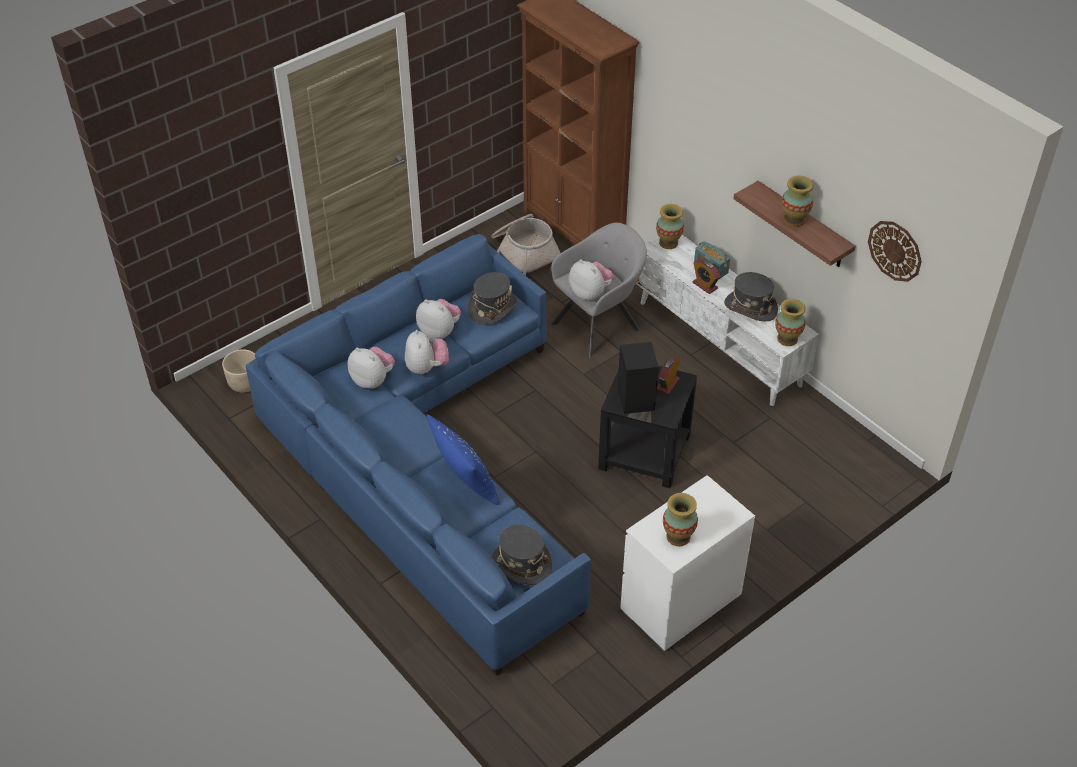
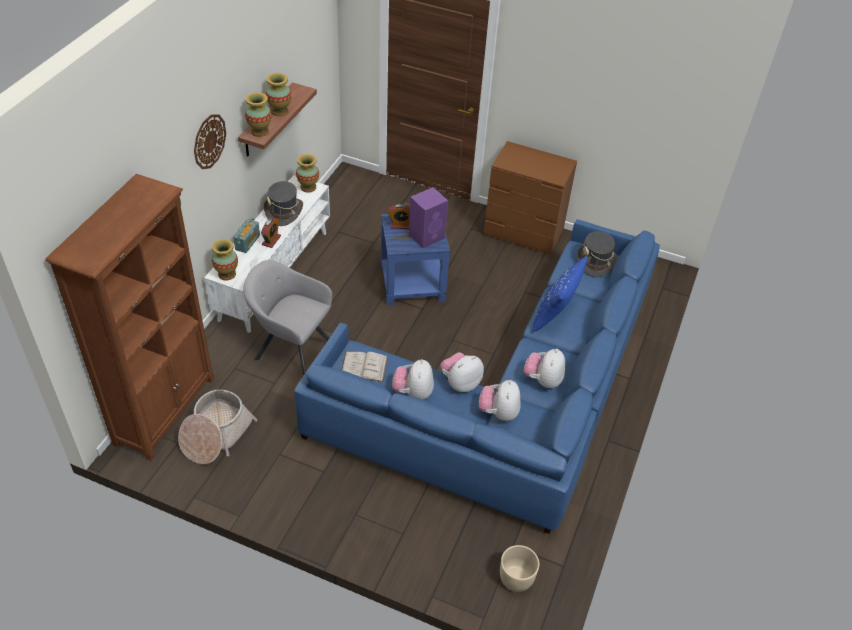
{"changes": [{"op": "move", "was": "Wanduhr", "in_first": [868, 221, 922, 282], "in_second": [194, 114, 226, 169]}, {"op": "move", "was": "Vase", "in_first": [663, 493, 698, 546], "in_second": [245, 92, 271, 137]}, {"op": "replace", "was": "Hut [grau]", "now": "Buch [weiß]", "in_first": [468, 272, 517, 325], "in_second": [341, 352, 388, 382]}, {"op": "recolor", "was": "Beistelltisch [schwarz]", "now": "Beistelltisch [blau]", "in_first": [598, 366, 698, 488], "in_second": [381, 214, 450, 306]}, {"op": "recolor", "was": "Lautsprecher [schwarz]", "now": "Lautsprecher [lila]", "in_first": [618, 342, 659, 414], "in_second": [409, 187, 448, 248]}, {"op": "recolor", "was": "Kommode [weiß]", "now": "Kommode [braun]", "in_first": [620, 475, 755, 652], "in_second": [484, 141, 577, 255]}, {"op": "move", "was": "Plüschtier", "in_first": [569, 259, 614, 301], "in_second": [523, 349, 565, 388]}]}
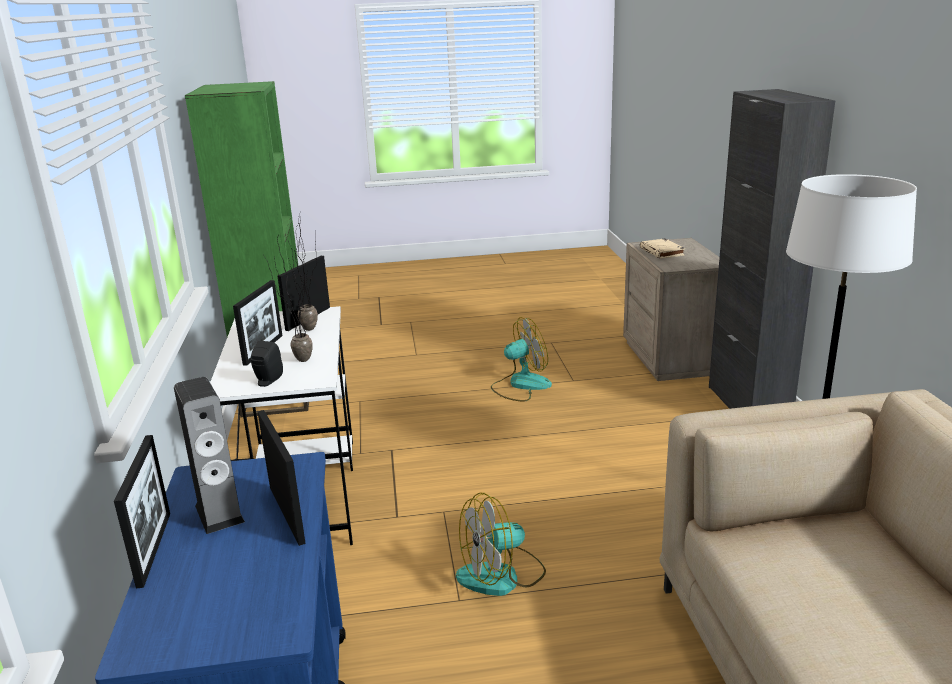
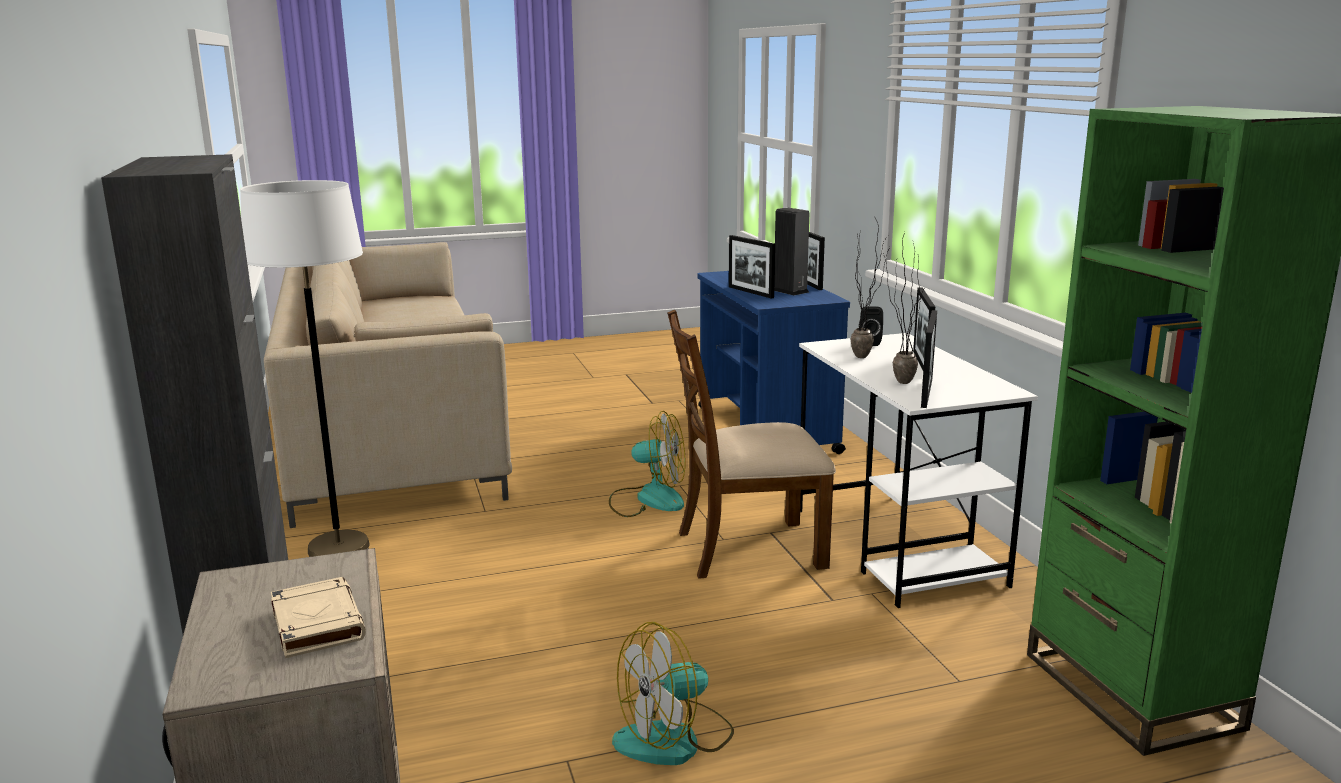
{"changes": [{"op": "rotate", "was": "Ventilator", "in_first": [456, 492, 546, 596], "in_second": [609, 411, 685, 517], "clockwise": 45}, {"op": "insert", "now": "Stuhl [braun]", "in_second": [667, 310, 836, 579]}]}
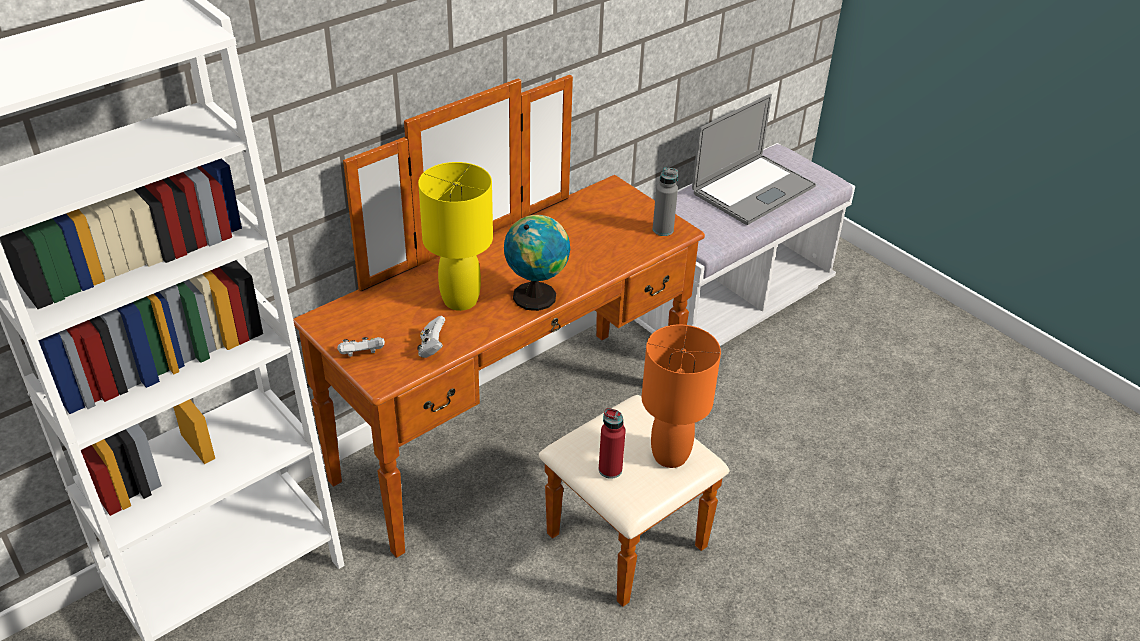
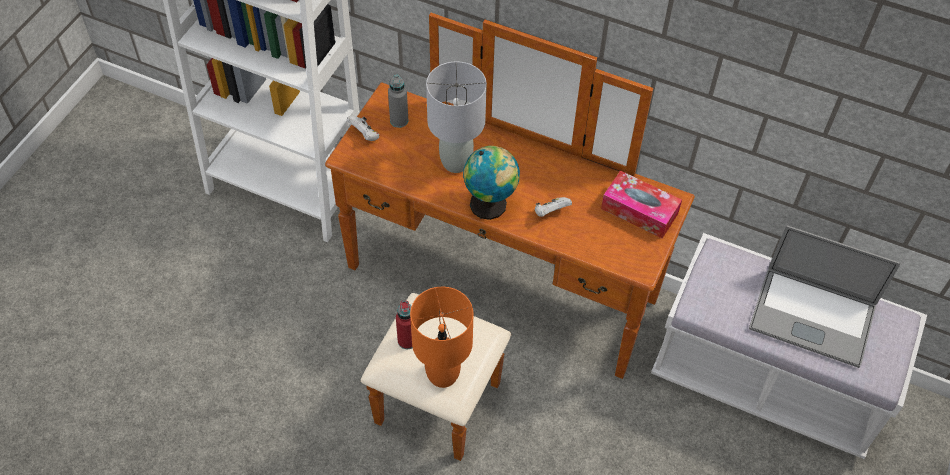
{"changes": [{"op": "move", "was": "Flasche [grau]", "in_first": [653, 168, 678, 236], "in_second": [388, 75, 408, 128]}, {"op": "recolor", "was": "Tischlampe [gelb]", "now": "Tischlampe [grau]", "in_first": [418, 162, 493, 311], "in_second": [426, 61, 487, 173]}, {"op": "move", "was": "Gamepad [weiß]", "in_first": [417, 316, 445, 358], "in_second": [535, 197, 572, 217]}, {"op": "insert", "now": "Taschentuchbox", "in_second": [601, 170, 682, 239]}]}
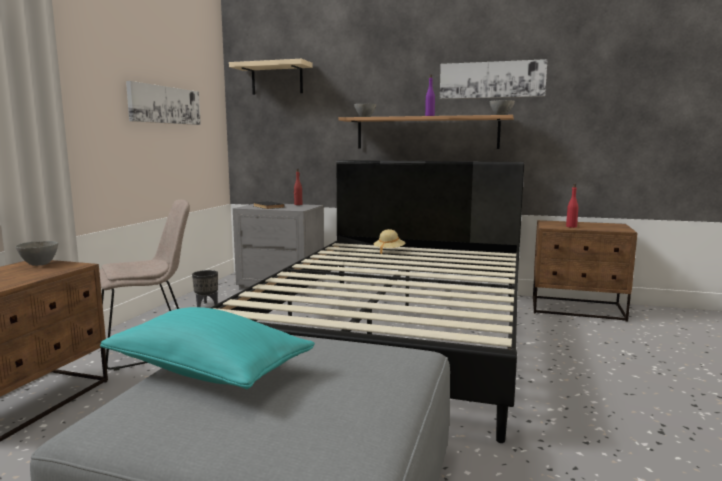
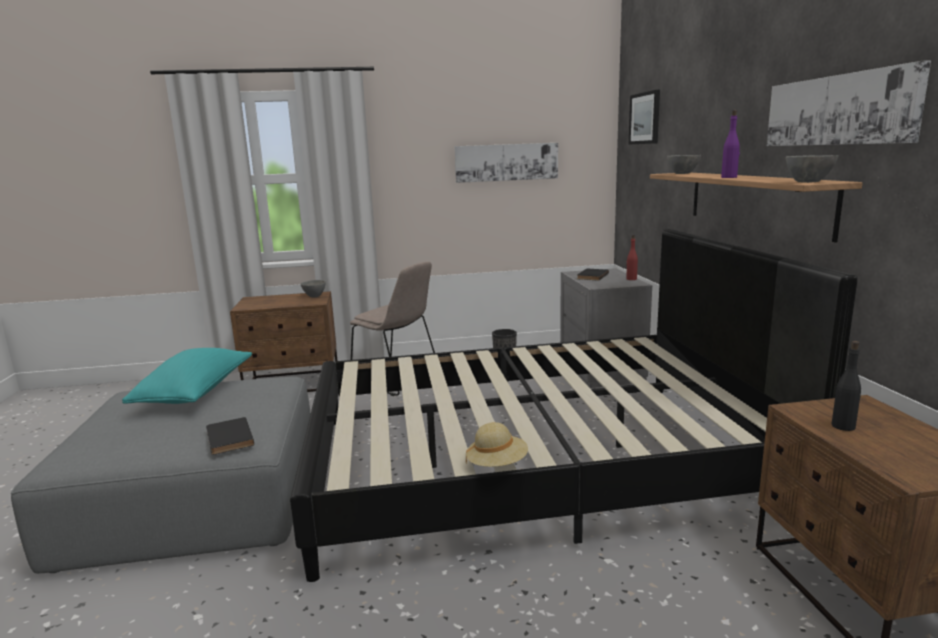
{"changes": [{"op": "insert", "now": "Buch [schwarz]", "in_second": [206, 417, 254, 455]}, {"op": "move", "was": "Hut [beige]", "in_first": [373, 229, 405, 254], "in_second": [466, 422, 528, 467]}, {"op": "replace", "was": "Wandregal [beige]", "now": "Bild", "in_first": [229, 59, 312, 95], "in_second": [629, 90, 660, 144]}, {"op": "recolor", "was": "Flasche [rot]", "now": "Flasche [schwarz]", "in_first": [566, 183, 578, 228], "in_second": [832, 341, 861, 431]}]}
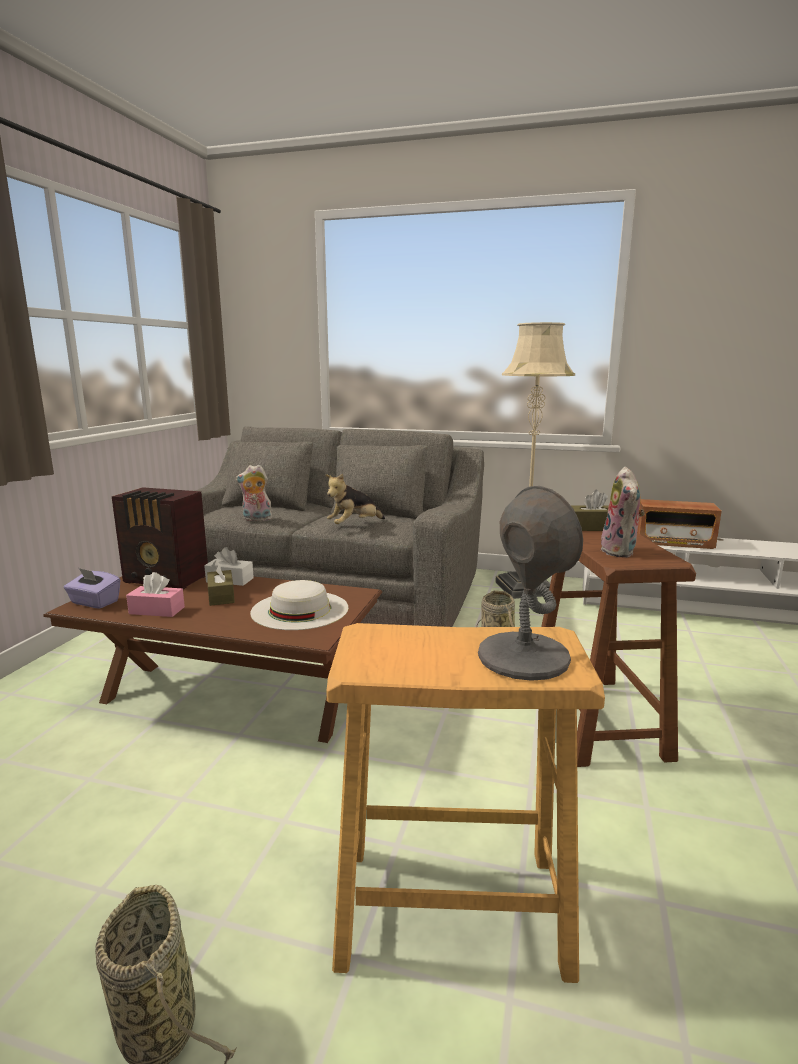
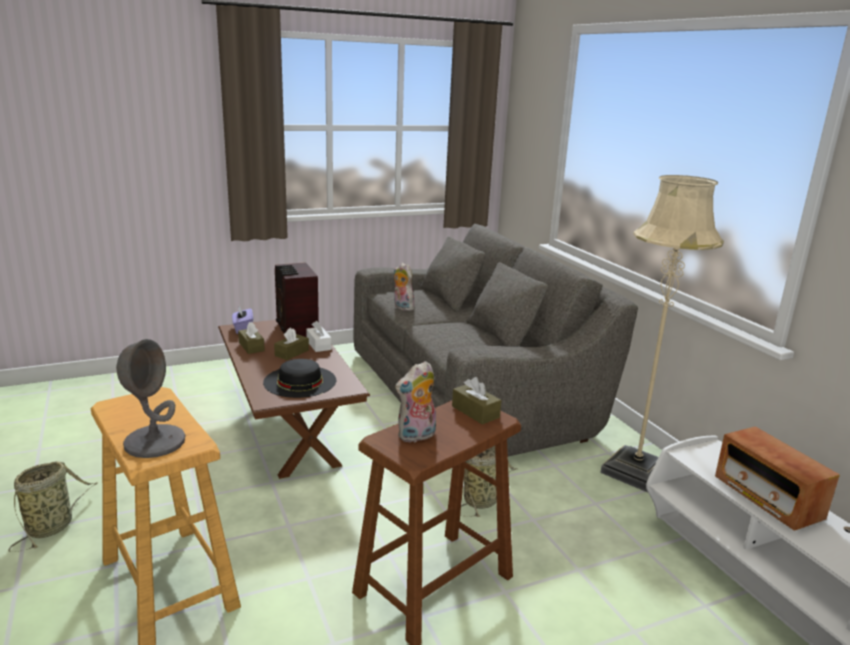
{"changes": [{"op": "recolor", "was": "Taschentuchbox [rosa]", "now": "Taschentuchbox [braun]", "in_first": [126, 572, 185, 617], "in_second": [238, 322, 265, 354]}, {"op": "recolor", "was": "Hut [weiß]", "now": "Hut [schwarz]", "in_first": [250, 580, 349, 630], "in_second": [263, 359, 336, 398]}, {"op": "delete", "was": "Plüschtier", "in_first": [326, 473, 385, 524]}]}
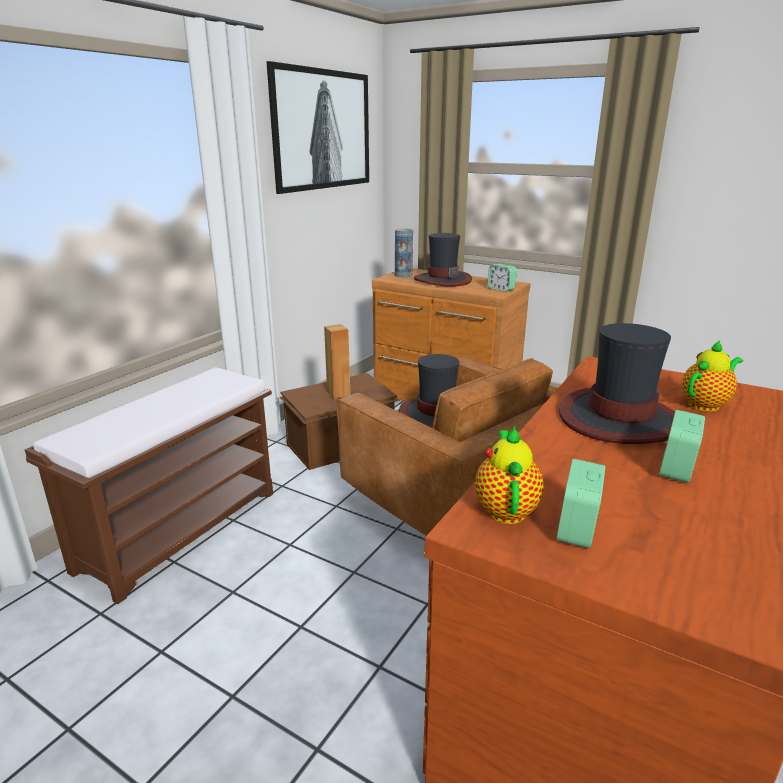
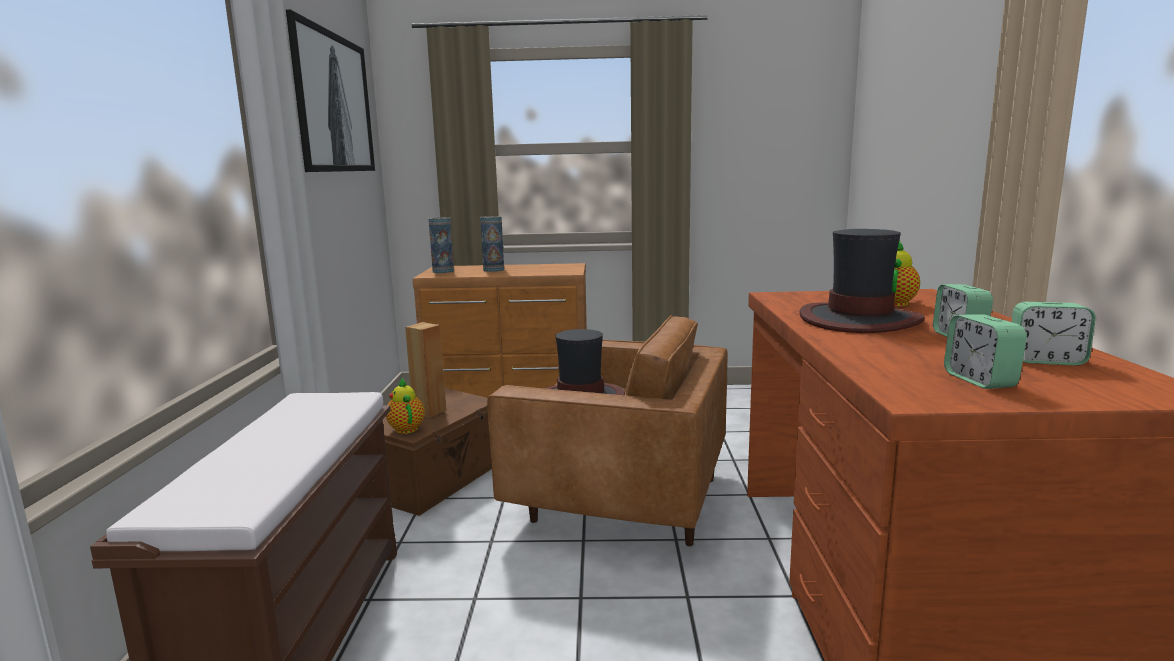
{"changes": [{"op": "move", "was": "Teekanne", "in_first": [475, 425, 544, 524], "in_second": [386, 378, 425, 434]}, {"op": "replace", "was": "Hut", "now": "Vase", "in_first": [414, 233, 472, 287], "in_second": [480, 216, 504, 272]}, {"op": "move", "was": "Wecker", "in_first": [487, 264, 517, 292], "in_second": [1012, 302, 1096, 365]}]}
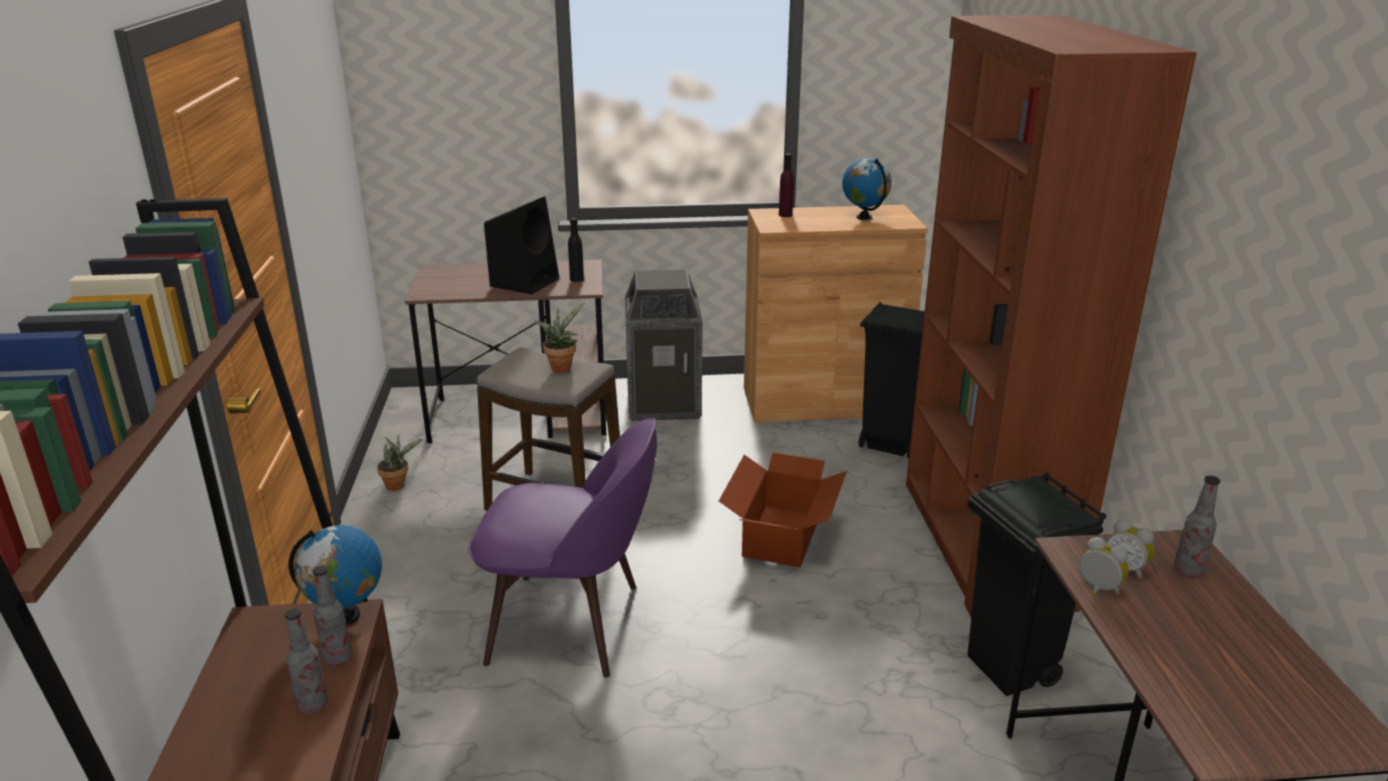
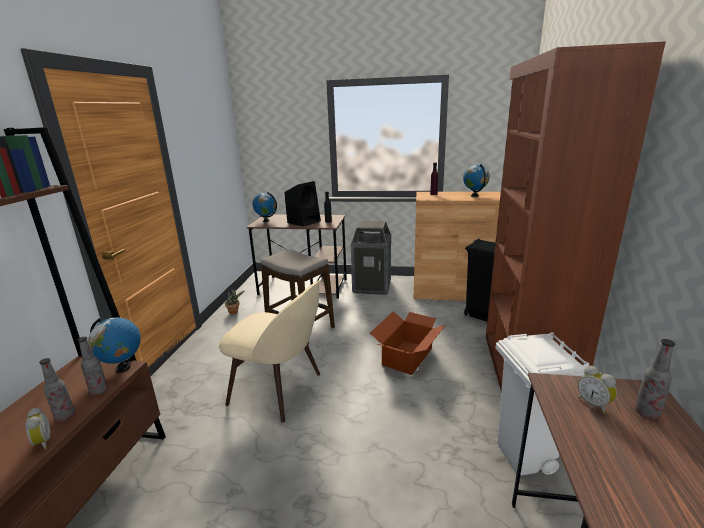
{"changes": [{"op": "move", "was": "Wecker", "in_first": [1080, 537, 1129, 595], "in_second": [25, 408, 50, 449]}, {"op": "recolor", "was": "Stuhl [lila]", "now": "Stuhl [beige]", "in_first": [468, 418, 657, 678], "in_second": [218, 281, 320, 423]}, {"op": "insert", "now": "Globus", "in_second": [252, 192, 277, 222]}, {"op": "recolor", "was": "Mülleimer [schwarz]", "now": "Mülleimer [weiß]", "in_first": [968, 472, 1106, 696], "in_second": [496, 332, 589, 476]}, {"op": "delete", "was": "Topfpflanze", "in_first": [534, 302, 585, 372]}]}
